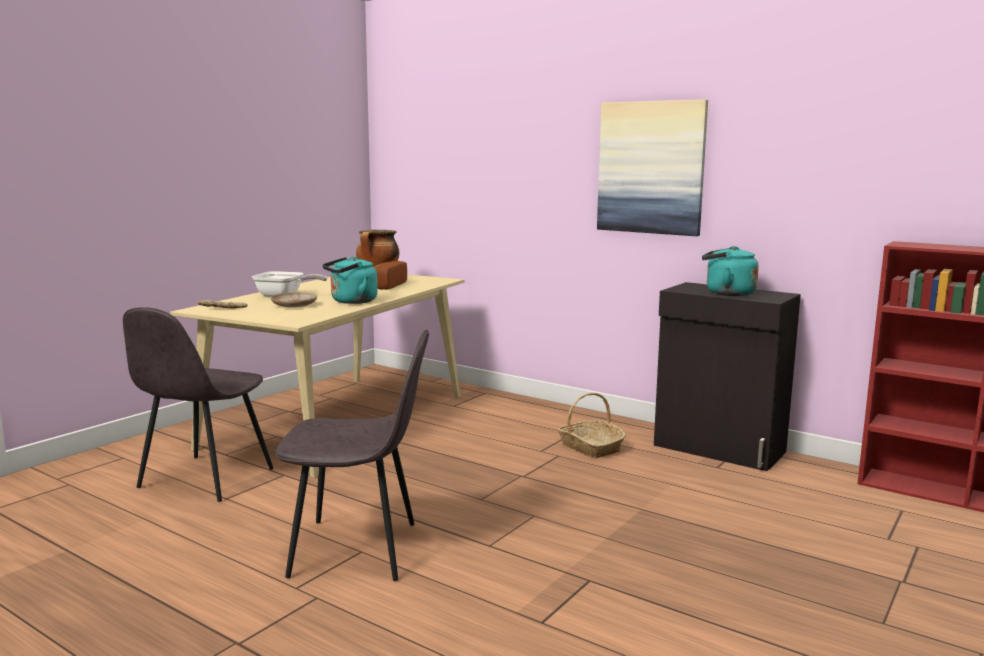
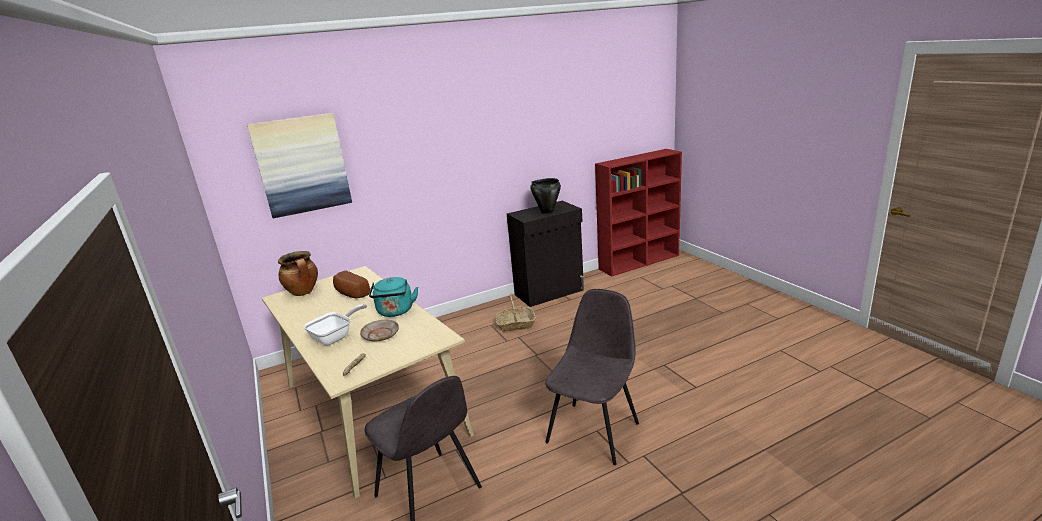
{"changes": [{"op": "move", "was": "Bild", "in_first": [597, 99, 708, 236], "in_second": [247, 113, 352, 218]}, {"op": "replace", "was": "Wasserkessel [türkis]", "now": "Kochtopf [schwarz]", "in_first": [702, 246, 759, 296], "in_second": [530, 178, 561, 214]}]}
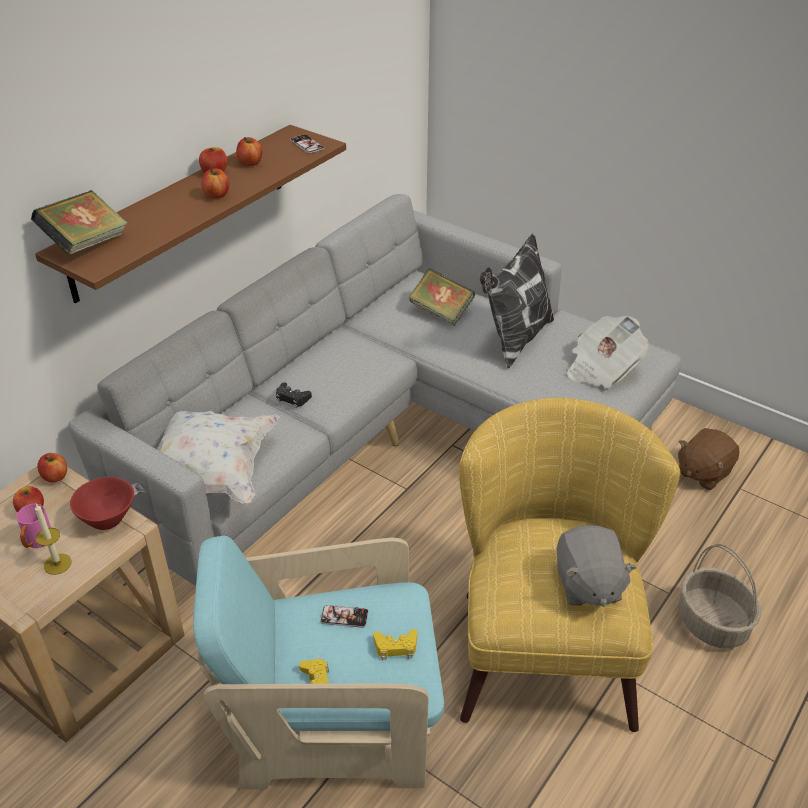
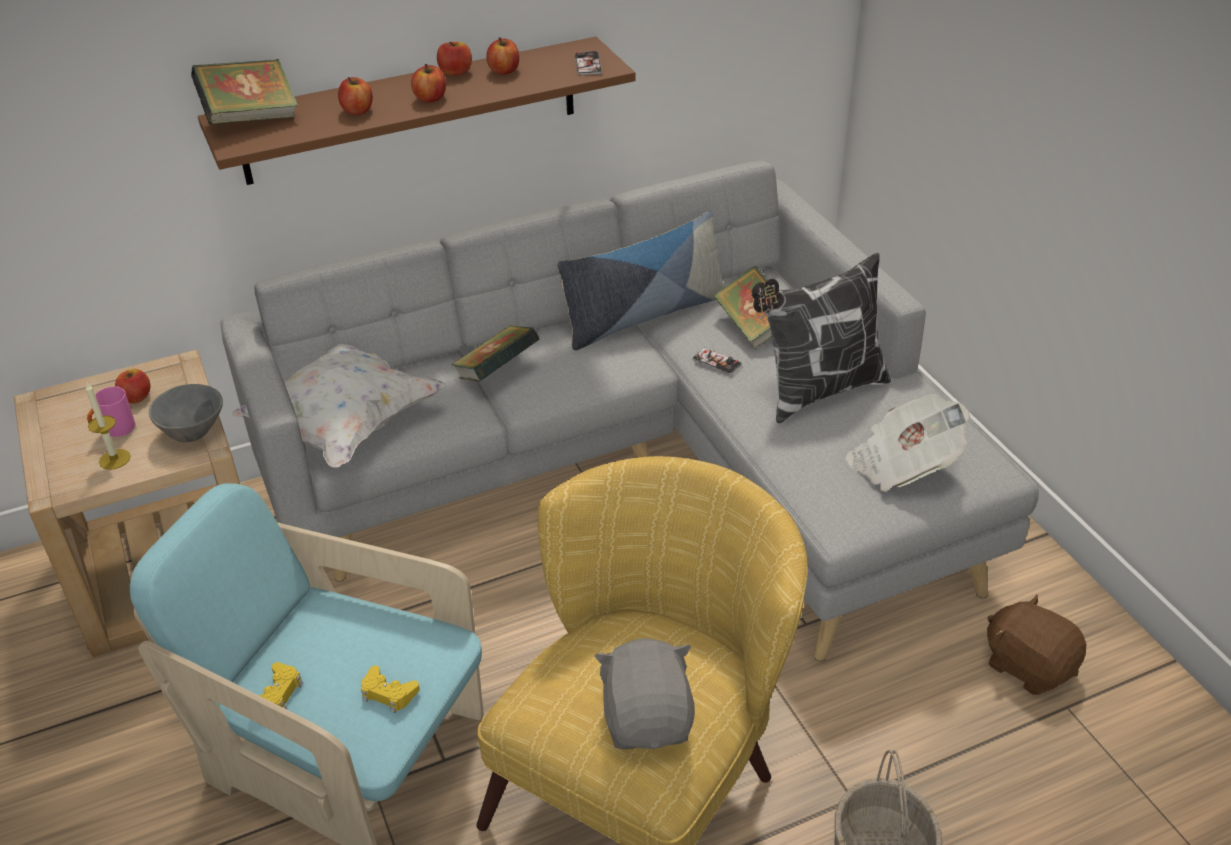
{"changes": [{"op": "recolor", "was": "Schüssel [rot]", "now": "Schüssel [grau]", "in_first": [70, 477, 134, 530], "in_second": [149, 384, 223, 442]}, {"op": "move", "was": "Apfel", "in_first": [37, 453, 67, 482], "in_second": [338, 77, 373, 115]}, {"op": "replace", "was": "Gamepad [schwarz]", "now": "Buch", "in_first": [276, 382, 312, 408], "in_second": [451, 325, 540, 382]}, {"op": "insert", "now": "Kissen", "in_second": [557, 211, 725, 350]}, {"op": "rotate", "was": "Plüschtier [grau]", "in_first": [557, 525, 636, 607], "in_second": [595, 638, 695, 749], "clockwise": 150}, {"op": "move", "was": "Handy", "in_first": [320, 605, 369, 628], "in_second": [692, 347, 742, 375]}, {"op": "rotate", "was": "Plüschtier [braun]", "in_first": [678, 428, 740, 490], "in_second": [987, 595, 1086, 695], "clockwise": 60}]}
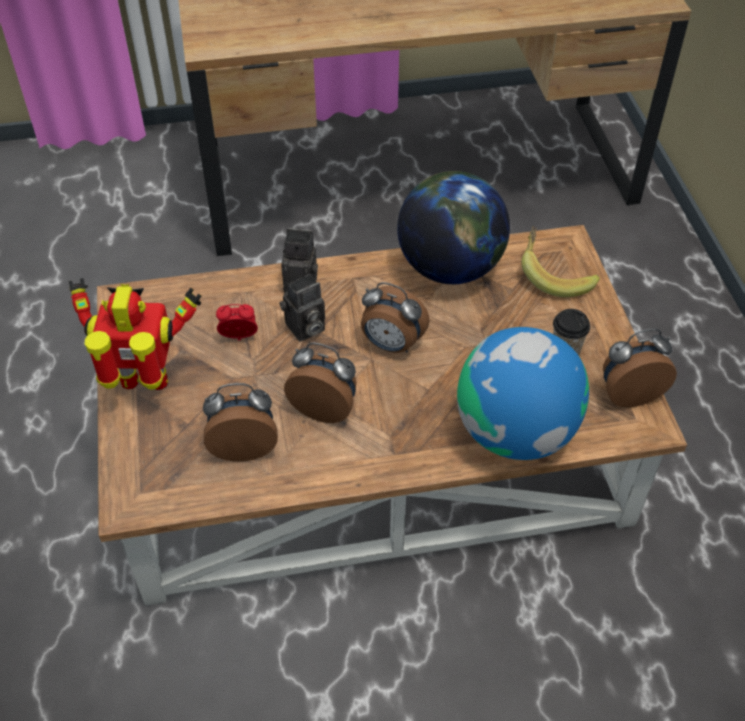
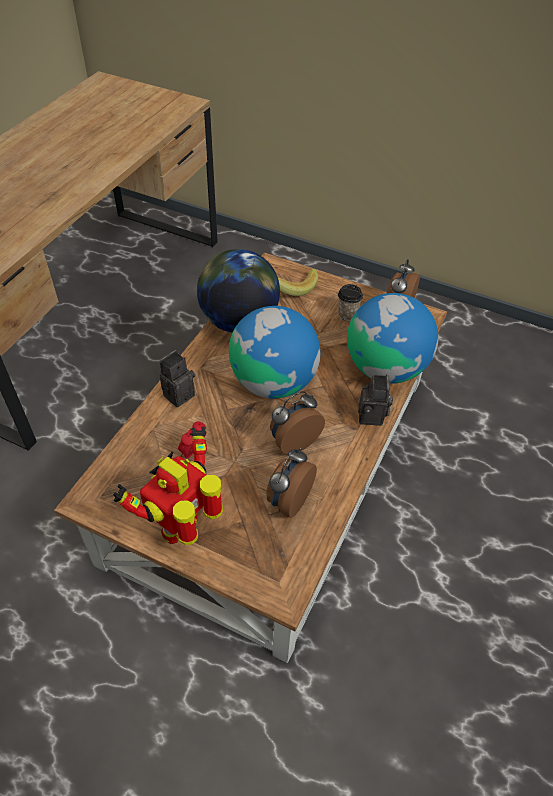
{"changes": [{"op": "replace", "was": "Wecker", "now": "Globus", "in_first": [361, 282, 430, 353], "in_second": [229, 306, 320, 399]}, {"op": "move", "was": "Kamera", "in_first": [279, 274, 325, 341], "in_second": [358, 374, 393, 426]}]}
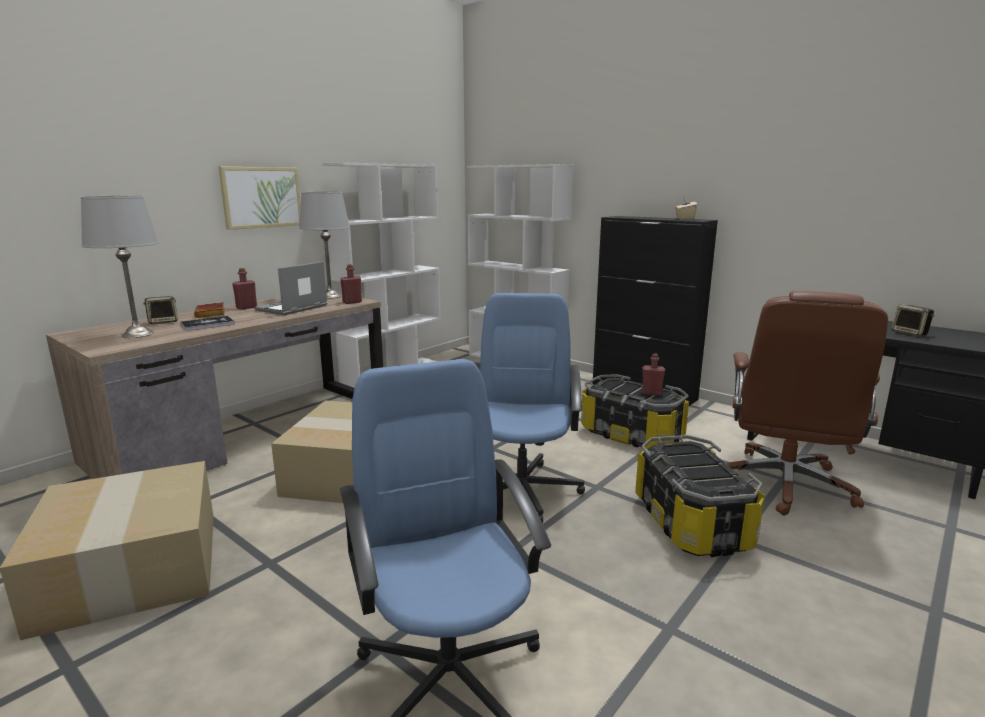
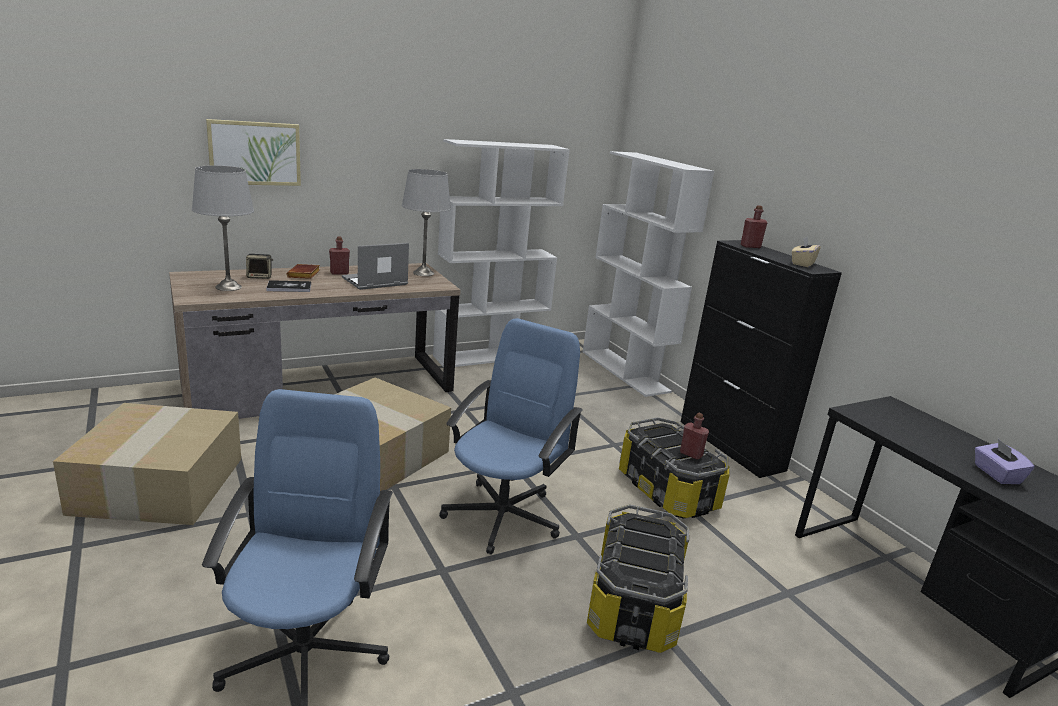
{"changes": [{"op": "move", "was": "Bild", "in_first": [218, 167, 301, 230], "in_second": [206, 119, 301, 186]}, {"op": "move", "was": "Flasche [rot]", "in_first": [340, 264, 362, 304], "in_second": [741, 205, 768, 248]}, {"op": "replace", "was": "Lautsprecher", "now": "Taschentuchbox [lila]", "in_first": [892, 305, 934, 336], "in_second": [975, 439, 1034, 484]}, {"op": "delete", "was": "Bürostuhl [braun]", "in_first": [726, 291, 888, 516]}]}
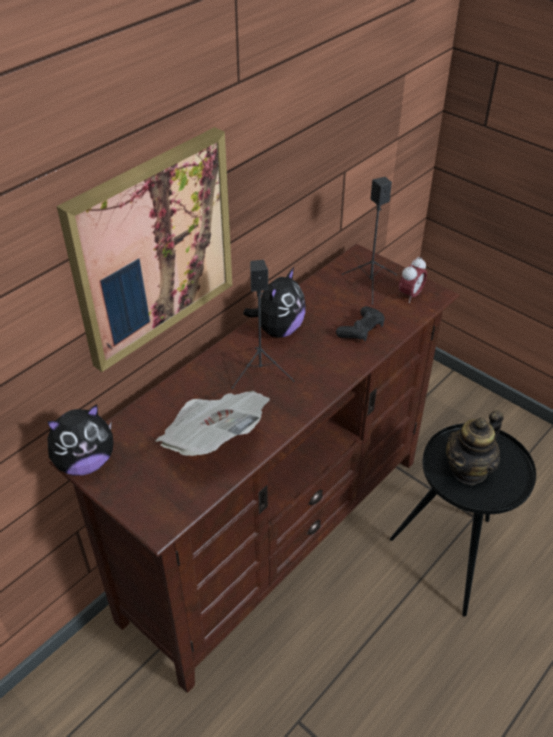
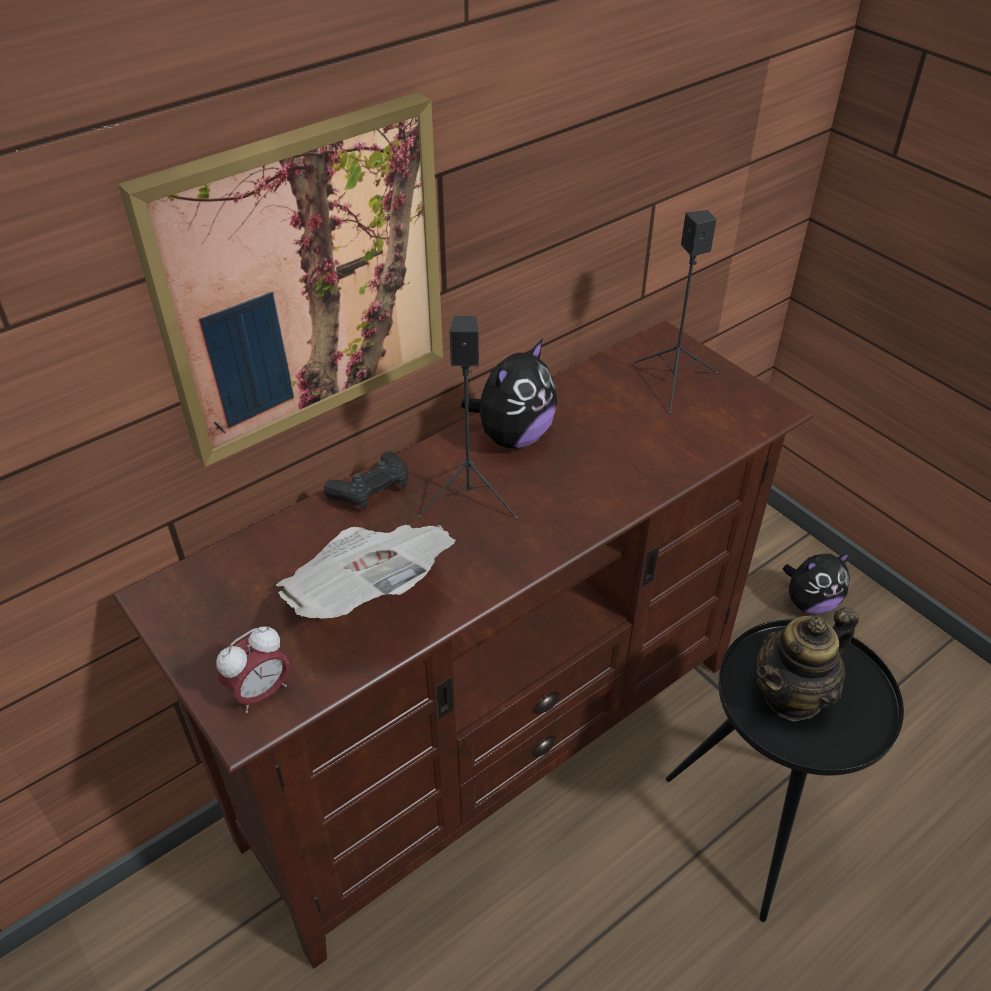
{"changes": [{"op": "move", "was": "Wecker", "in_first": [399, 257, 427, 303], "in_second": [216, 626, 289, 713]}, {"op": "move", "was": "Gamepad [schwarz]", "in_first": [336, 306, 385, 341], "in_second": [324, 451, 409, 510]}, {"op": "move", "was": "Plüschtier", "in_first": [47, 404, 113, 476], "in_second": [783, 552, 851, 614]}]}
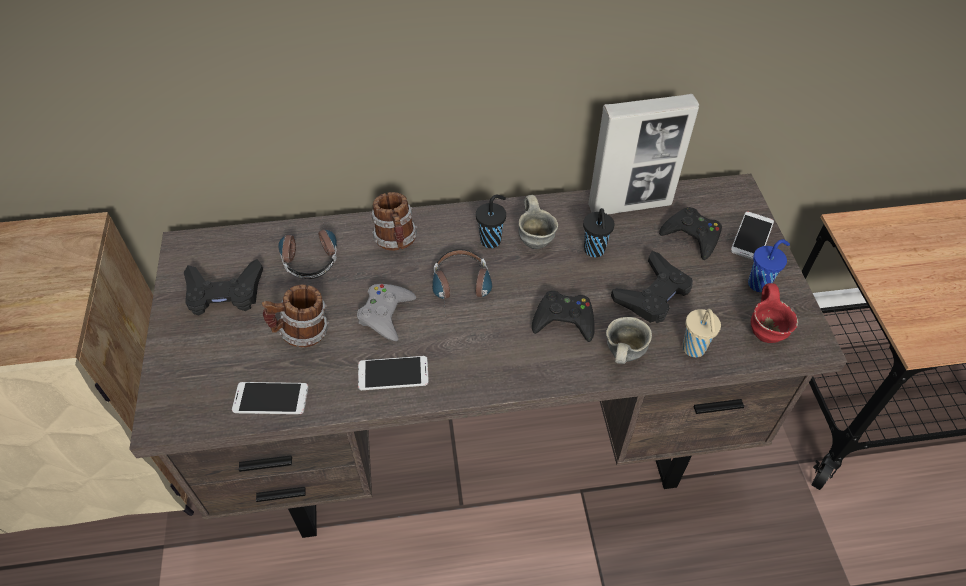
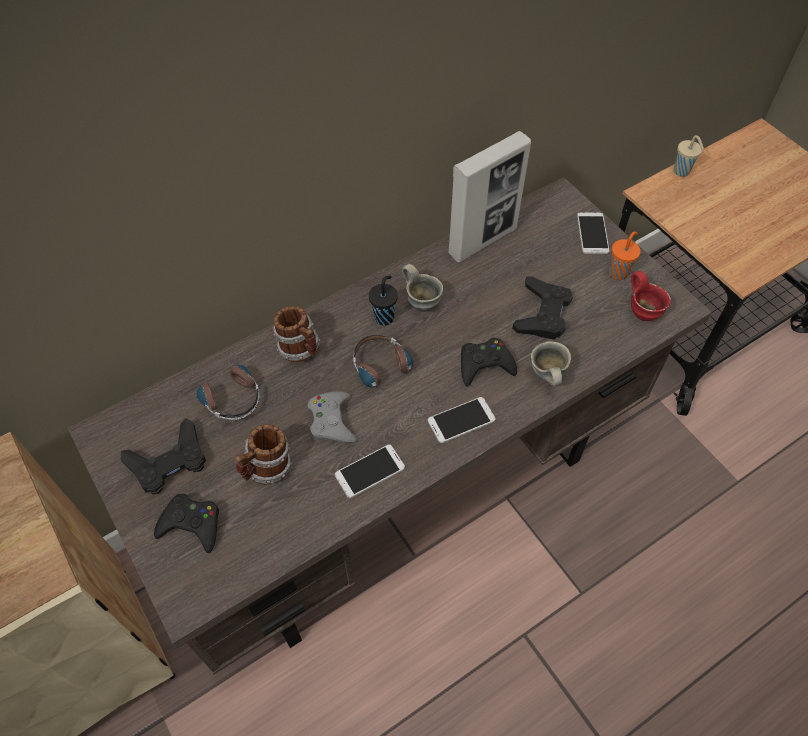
{"changes": [{"op": "move", "was": "Gamepad [schwarz]", "in_first": [659, 207, 722, 260], "in_second": [154, 494, 219, 553]}, {"op": "move", "was": "Handy", "in_first": [232, 382, 308, 414], "in_second": [428, 397, 496, 443]}, {"op": "recolor", "was": "Tasse [blau]", "now": "Tasse [orange]", "in_first": [748, 239, 790, 292], "in_second": [609, 231, 640, 280]}, {"op": "move", "was": "Tasse [beige]", "in_first": [683, 309, 721, 357], "in_second": [673, 135, 704, 177]}, {"op": "delete", "was": "Tasse [schwarz]", "in_first": [583, 208, 615, 257]}]}
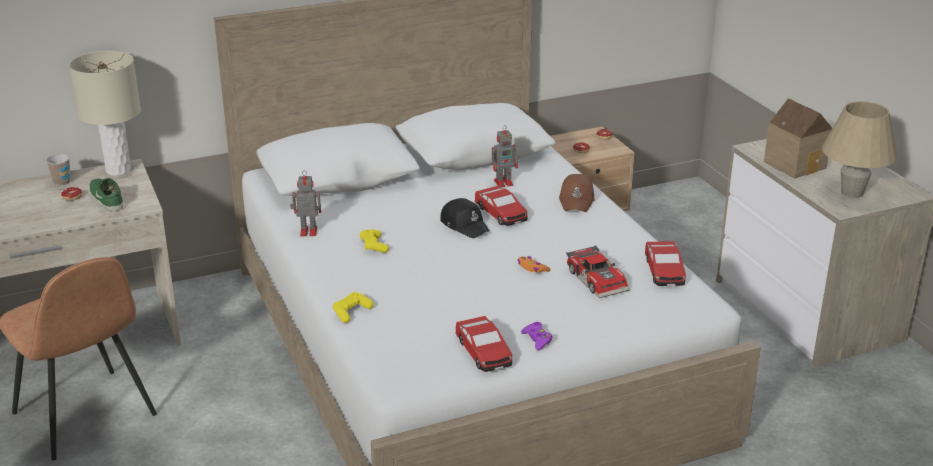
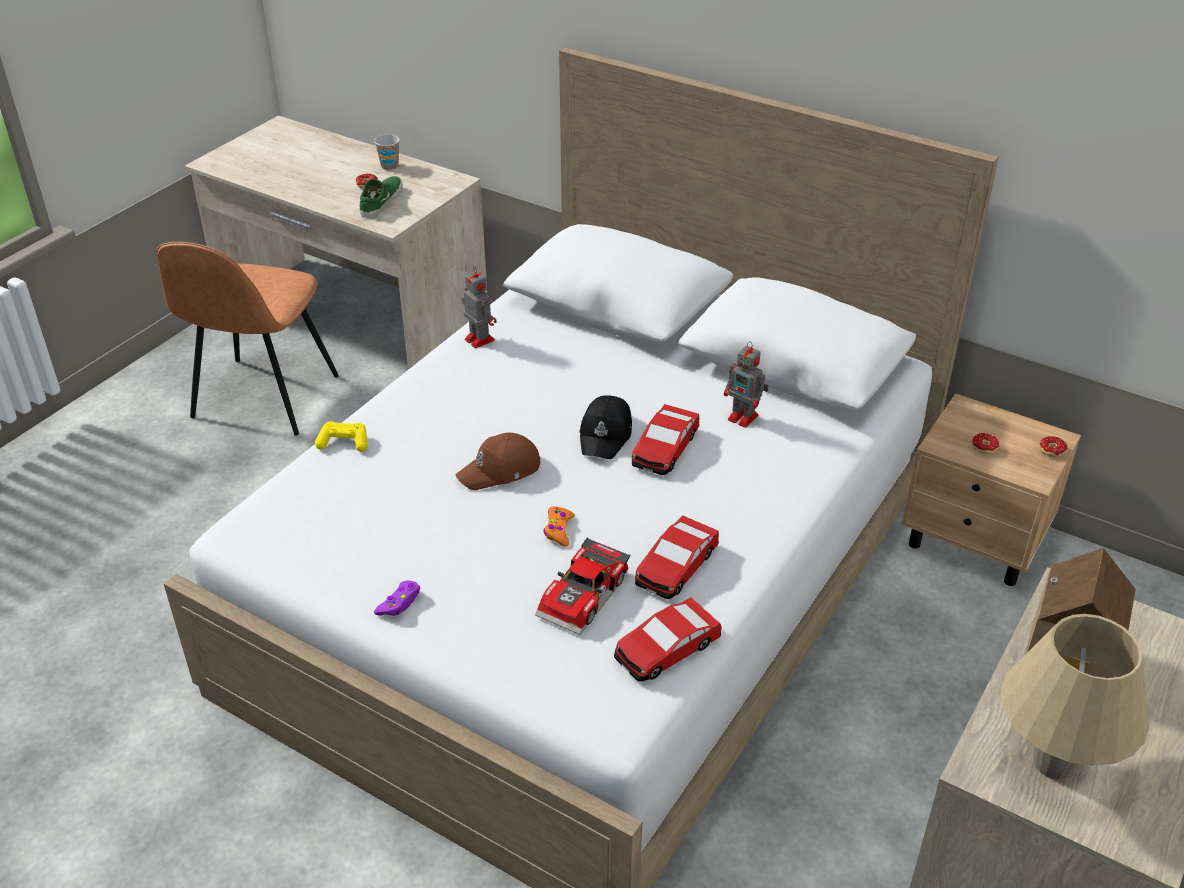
{"changes": [{"op": "move", "was": "Kappe [braun]", "in_first": [559, 174, 595, 212], "in_second": [456, 433, 540, 490]}, {"op": "move", "was": "Spielzeugauto", "in_first": [456, 316, 512, 372], "in_second": [635, 515, 719, 599]}, {"op": "delete", "was": "Tischlampe [beige]", "in_first": [69, 51, 141, 176]}, {"op": "delete", "was": "Gamepad [gelb]", "in_first": [360, 229, 389, 253]}]}
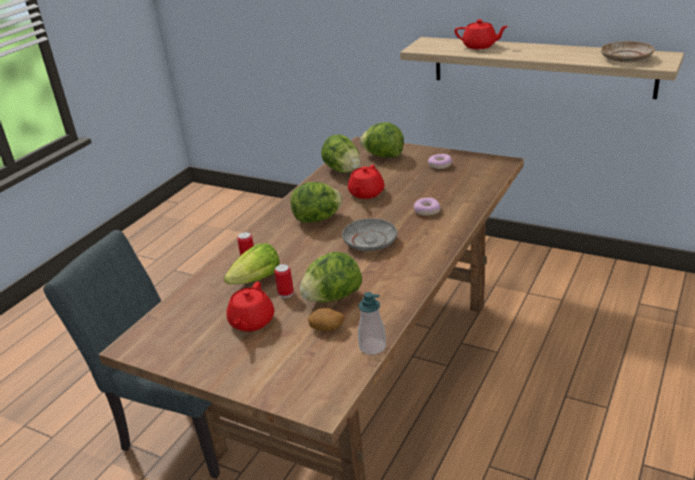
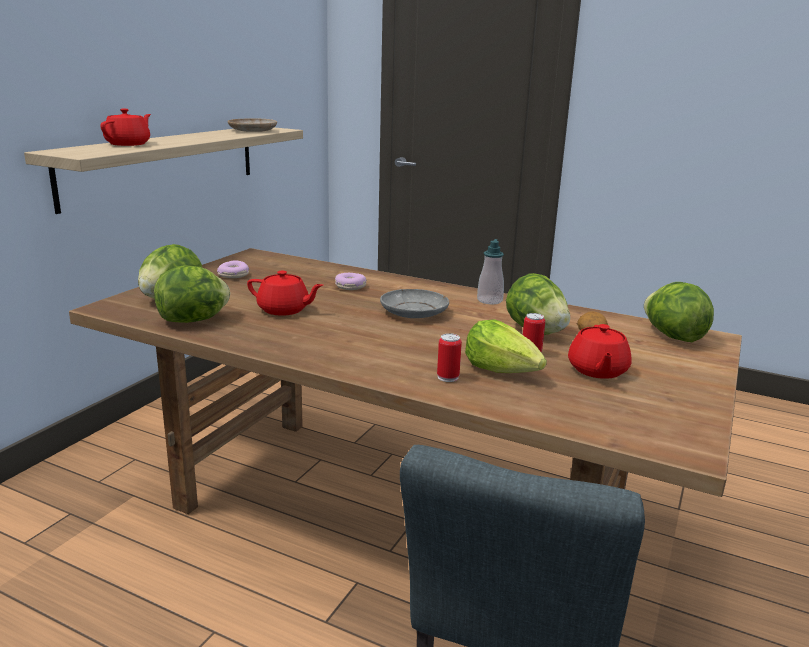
{"changes": [{"op": "move", "was": "Seifenspender", "in_first": [358, 292, 386, 355], "in_second": [477, 239, 504, 304]}, {"op": "rotate", "was": "Teekanne [rot]", "in_first": [226, 282, 274, 332], "in_second": [568, 324, 632, 379], "clockwise": 90}, {"op": "move", "was": "Salatkopf", "in_first": [290, 182, 343, 223], "in_second": [644, 282, 714, 342]}]}
